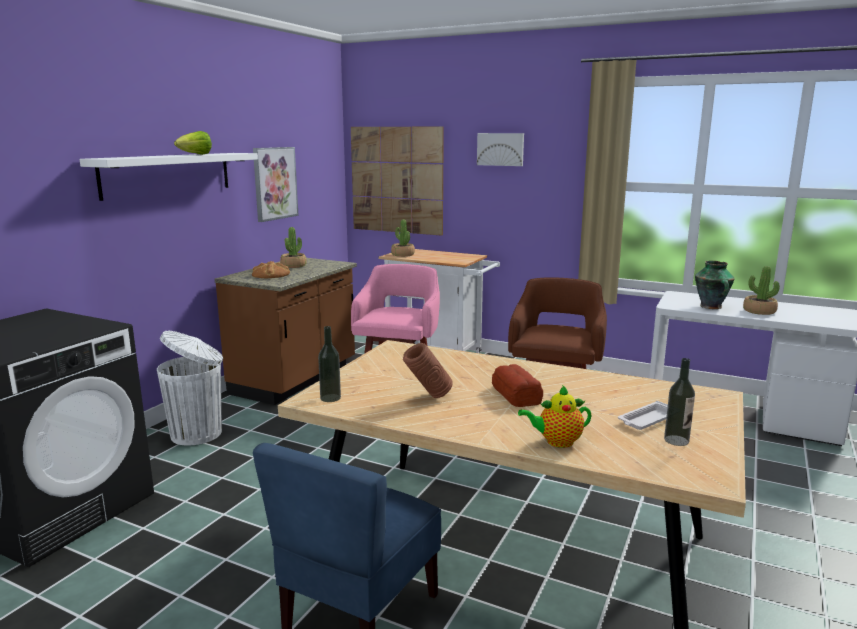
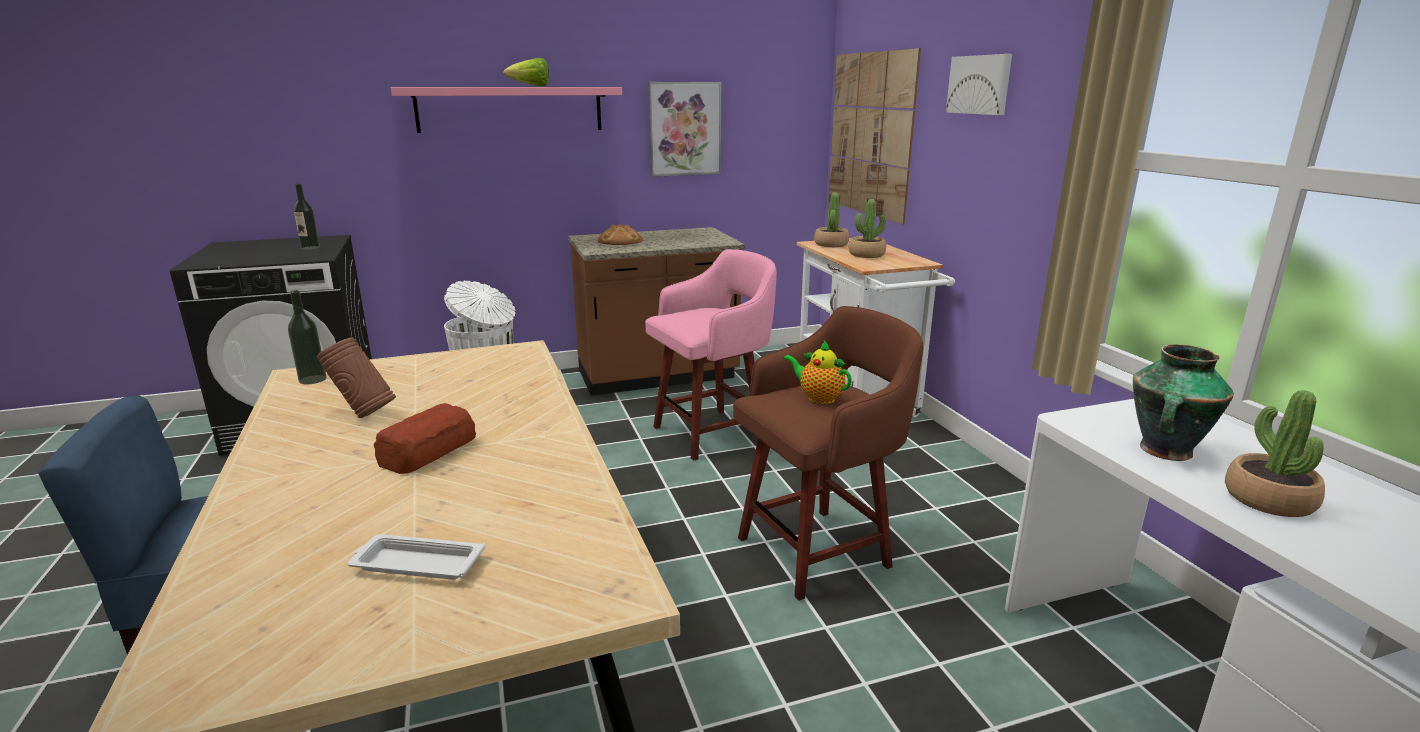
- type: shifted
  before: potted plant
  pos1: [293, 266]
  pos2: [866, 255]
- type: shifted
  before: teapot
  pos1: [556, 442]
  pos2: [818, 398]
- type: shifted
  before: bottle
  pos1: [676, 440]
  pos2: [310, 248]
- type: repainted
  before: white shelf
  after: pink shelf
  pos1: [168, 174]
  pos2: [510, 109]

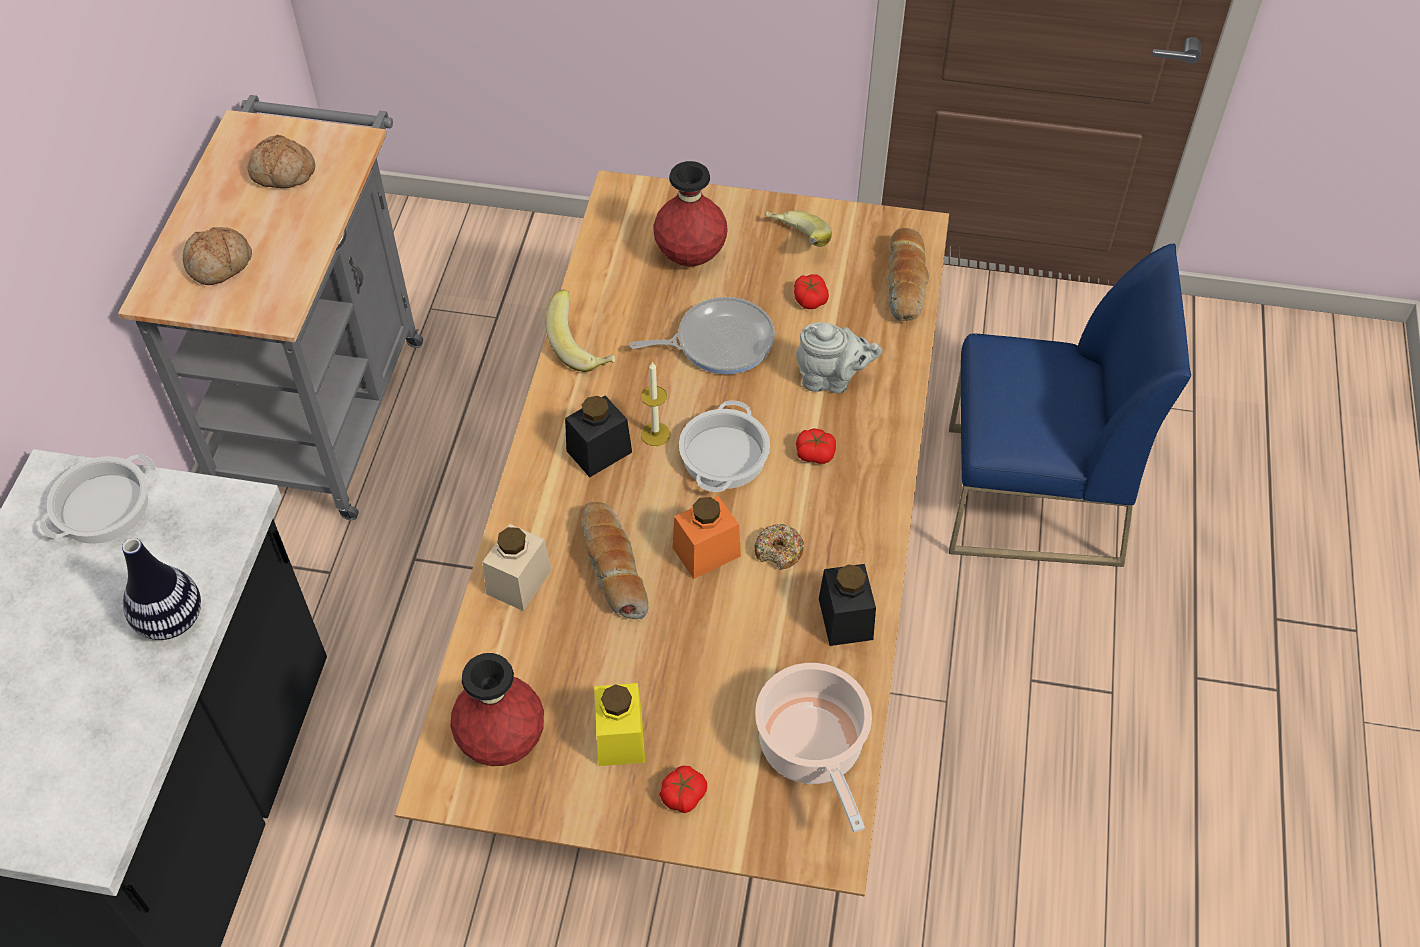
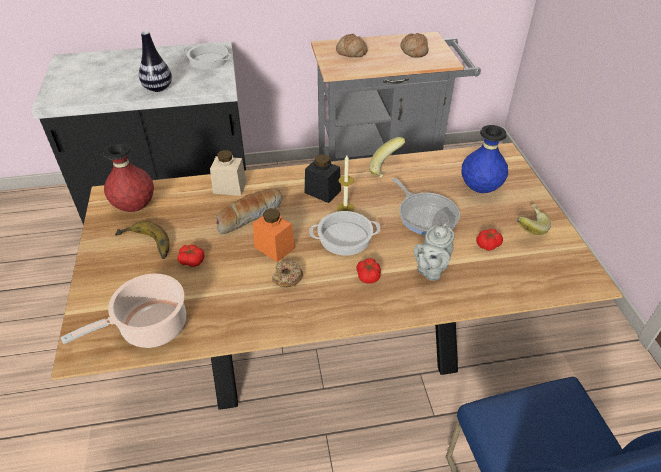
- type: gone
  before: black jar
  pos1: [845, 619]
- type: gone
  before: bread
  pos1: [906, 284]
- type: shifted
  before: tomato
  pos1: [683, 794]
  pos2: [192, 260]
- type: swapped
  before: yellow jar
  after: banana
  pos1: [620, 737]
  pos2: [144, 245]
- type: repainted
  before: red vase
  after: blue vase
  pos1: [690, 256]
  pos2: [480, 189]
- type: rotated
  before: grey teapot
  pos1: [831, 380]
  pos2: [430, 270]
  turn: 45

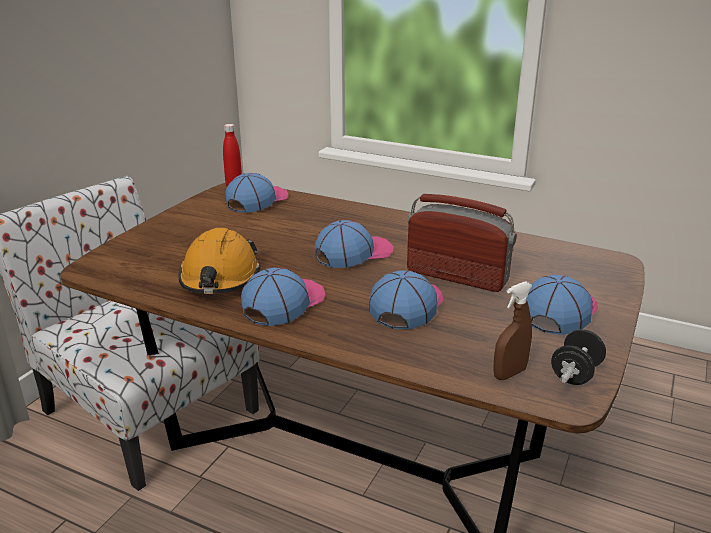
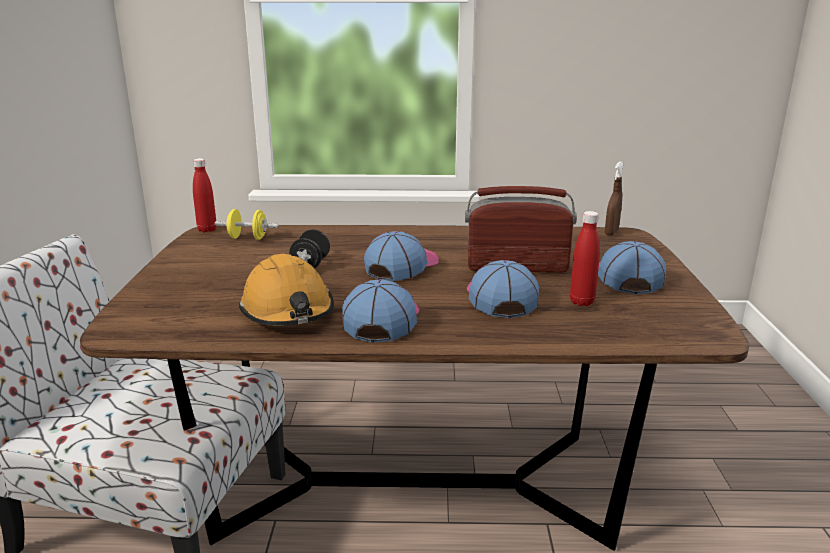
- type: new
  after: red bottle
  pos2: [582, 302]
- type: shifted
  before: brown spray bottle
  pos1: [509, 373]
  pos2: [611, 232]
- type: shifted
  before: black dumbbell
  pos1: [575, 374]
  pos2: [310, 264]
- type: swapped
  before: cap
  after: yellow dumbbell
  pos1: [257, 200]
  pos2: [248, 238]

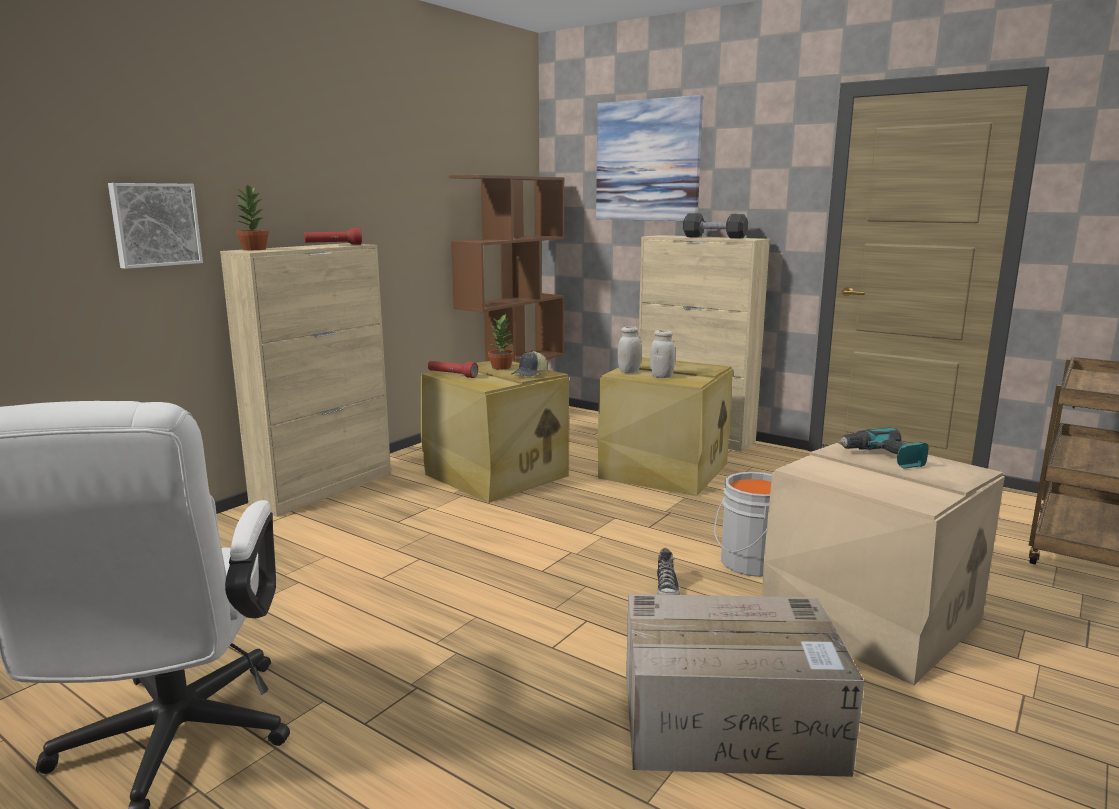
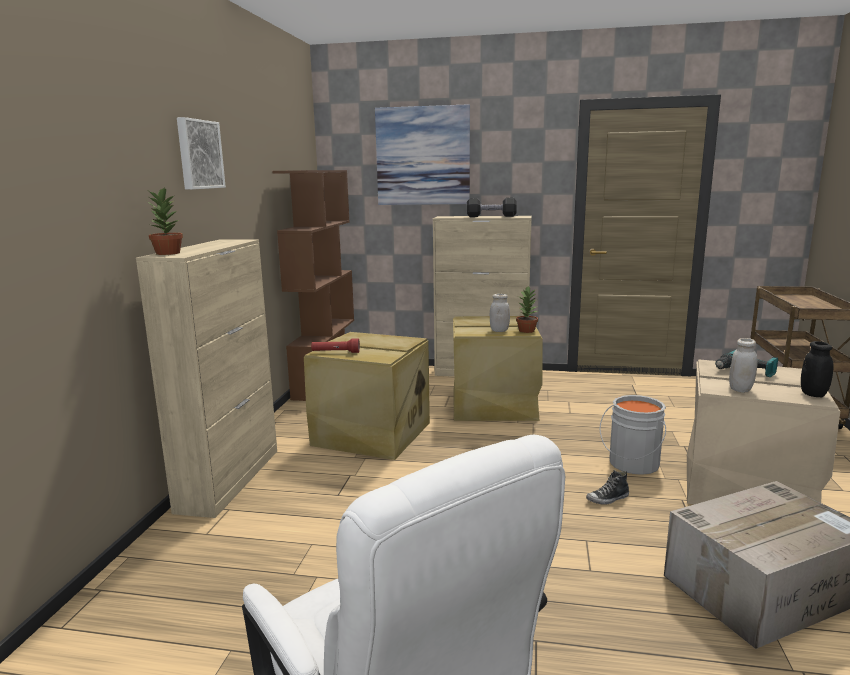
- type: gone
  before: red flashlight
  pos1: [333, 245]
- type: gone
  before: cap
  pos1: [530, 374]
- type: new
  after: black jar
  pos2: [813, 394]
- type: shifted
  before: picture
  pos1: [155, 224]
  pos2: [198, 154]
- type: shifted
  before: potted plant
  pos1: [501, 367]
  pos2: [527, 330]
- type: shifted
  before: white jar
  pos1: [629, 371]
  pos2: [740, 389]
- type: rotated
  before: shoe
  pos1: [667, 589]
  pos2: [608, 499]
  turn: 90

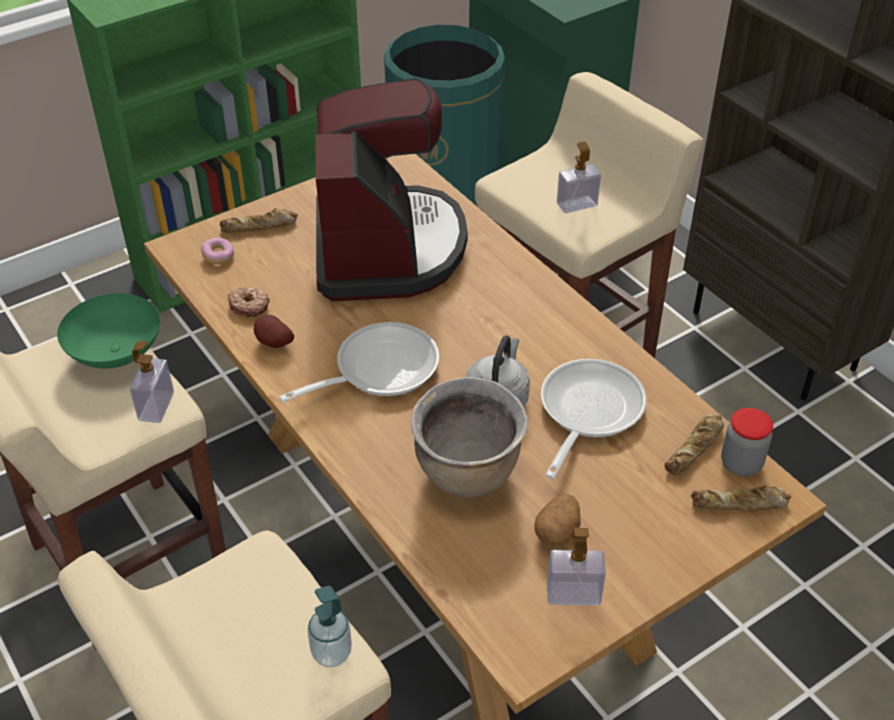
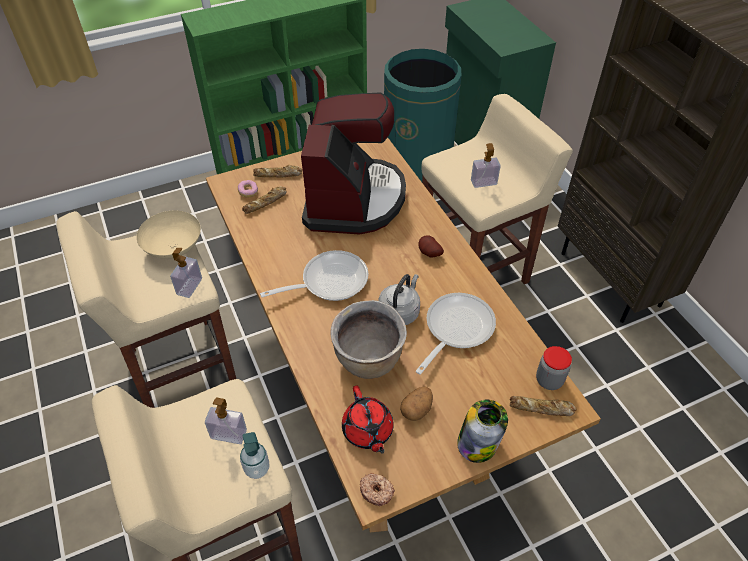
- type: new
  after: red teapot
  pos2: [367, 431]
- type: new
  after: jar
  pos2: [478, 443]
- type: shifted
  before: donut
  pos1: [249, 306]
  pos2: [376, 491]
- type: shifted
  before: potato
  pos1: [273, 343]
  pos2: [429, 254]
- type: shifted
  before: soap dispenser
  pos1: [573, 594]
  pos2: [229, 434]
- type: shifted
  before: bread
  pos1: [695, 449]
  pos2: [266, 203]
- type: repainted
  before: green bowl
  after: beige bowl
  pos1: [116, 355]
  pos2: [173, 249]

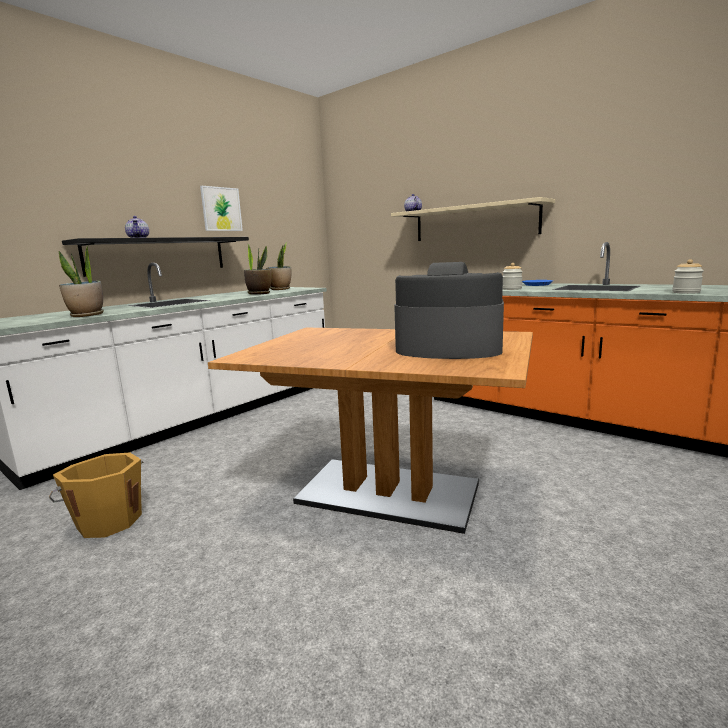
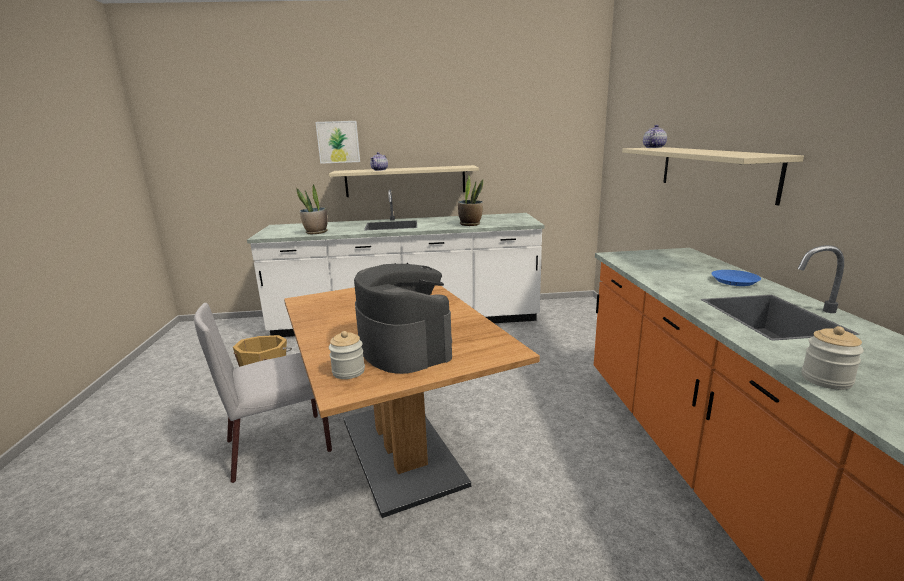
- type: gone
  before: potted plant
  pos1: [280, 289]
- type: new
  after: grey chair
  pos2: [281, 445]
- type: shifted
  before: picture
  pos1: [221, 209]
  pos2: [338, 142]
- type: shifted
  before: jar
  pos1: [511, 289]
  pos2: [348, 371]
- type: repainted
  before: black shelf
  after: beige shelf
  pos1: [158, 255]
  pos2: [405, 181]

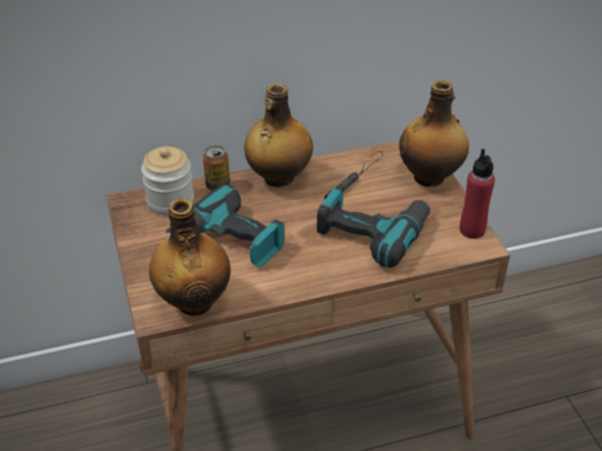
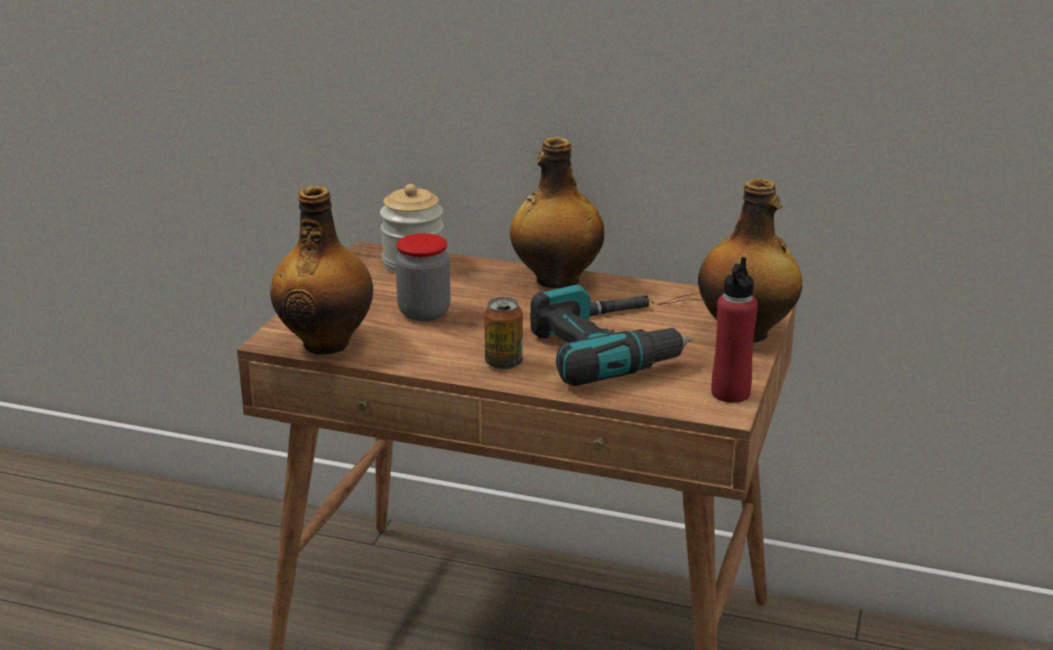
- type: shifted
  before: can
  pos1: [218, 186]
  pos2: [503, 363]
- type: swapped
  before: power drill
  after: jar
  pos1: [227, 243]
  pos2: [424, 312]

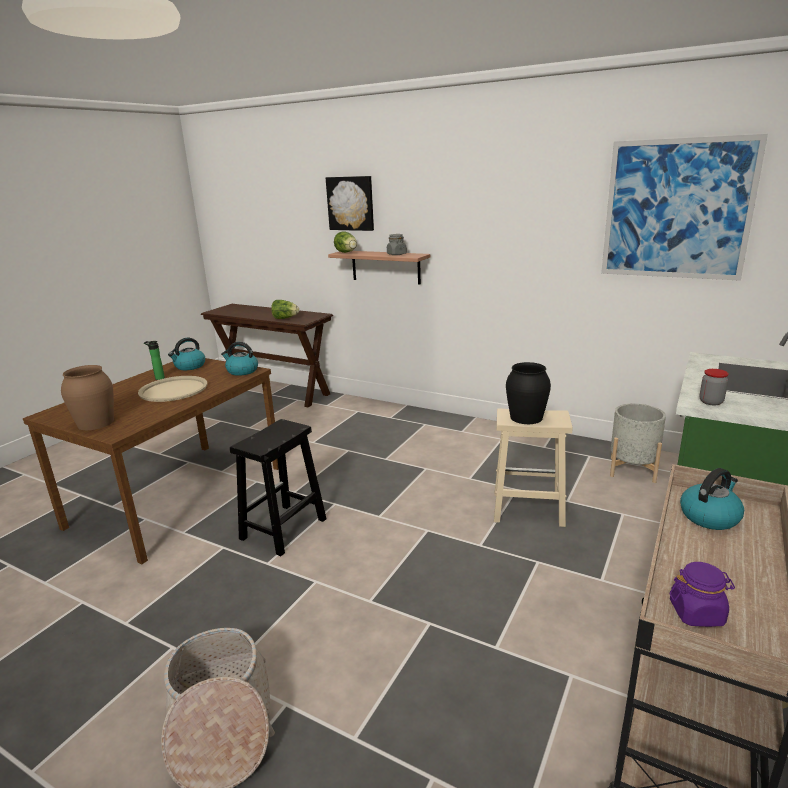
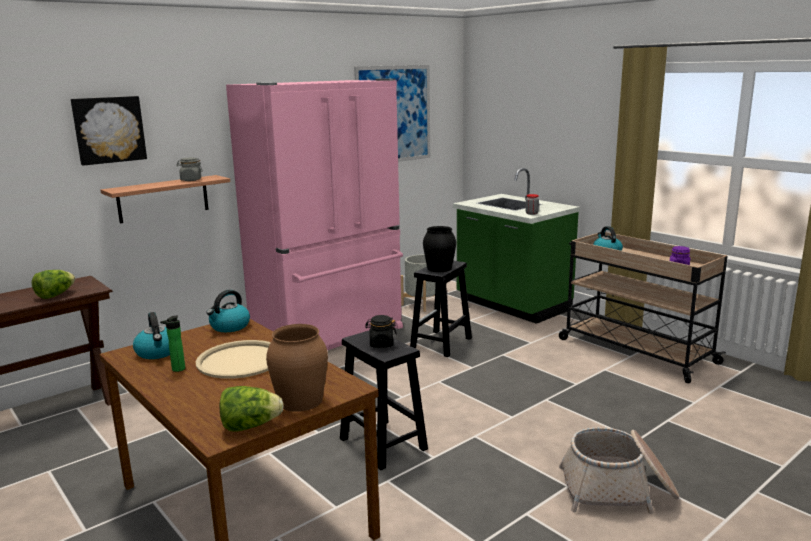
- type: new
  after: pink fridge
  pos2: [330, 334]
- type: new
  after: black jar
  pos2: [381, 344]
- type: shifted
  before: lettuce
  pos1: [347, 252]
  pos2: [250, 426]
- type: repainted
  before: beige stool
  after: black stool
  pos1: [526, 509]
  pos2: [441, 344]

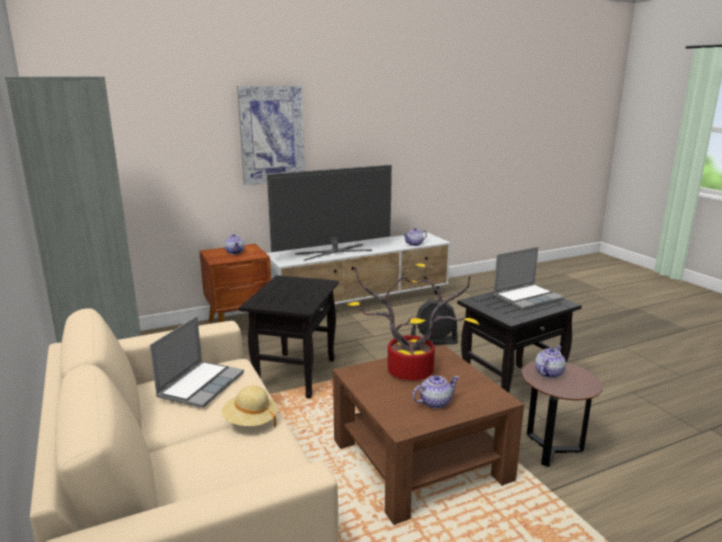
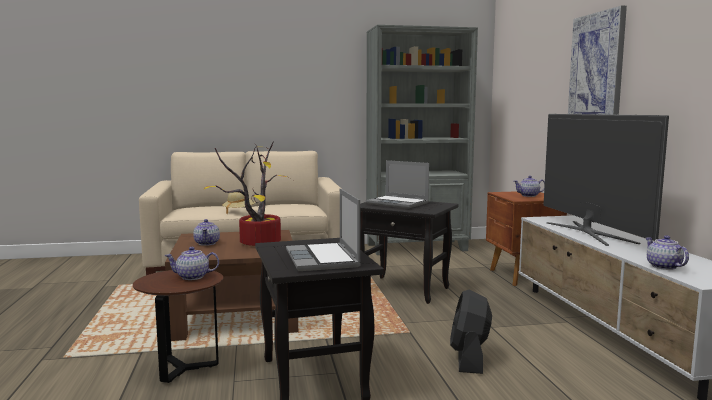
- type: shifted
  before: laptop
  pos1: [201, 385]
  pos2: [398, 203]
- type: rotated
  before: teapot
  pos1: [548, 373]
  pos2: [193, 277]
  turn: 120

